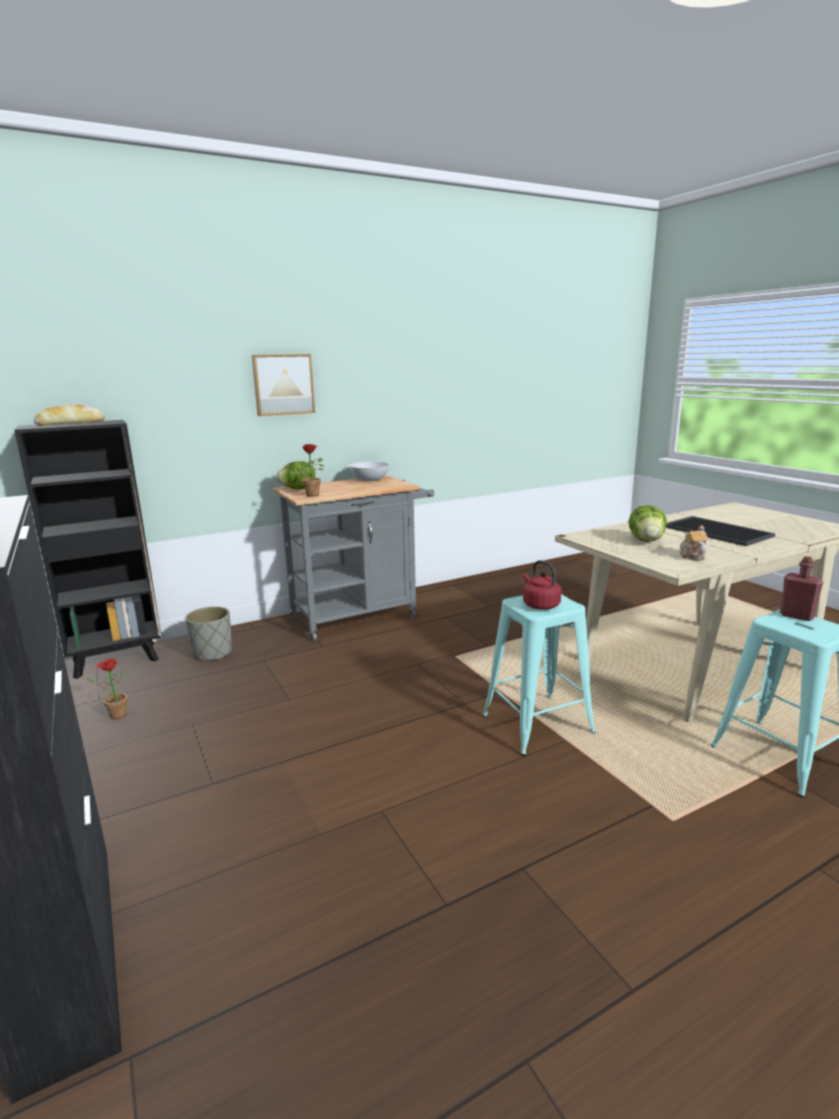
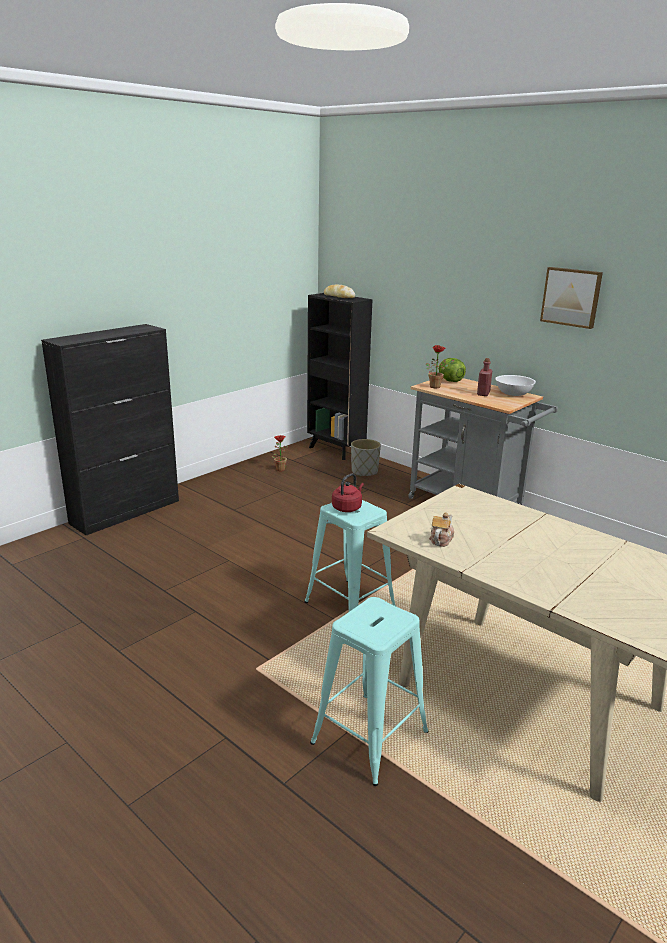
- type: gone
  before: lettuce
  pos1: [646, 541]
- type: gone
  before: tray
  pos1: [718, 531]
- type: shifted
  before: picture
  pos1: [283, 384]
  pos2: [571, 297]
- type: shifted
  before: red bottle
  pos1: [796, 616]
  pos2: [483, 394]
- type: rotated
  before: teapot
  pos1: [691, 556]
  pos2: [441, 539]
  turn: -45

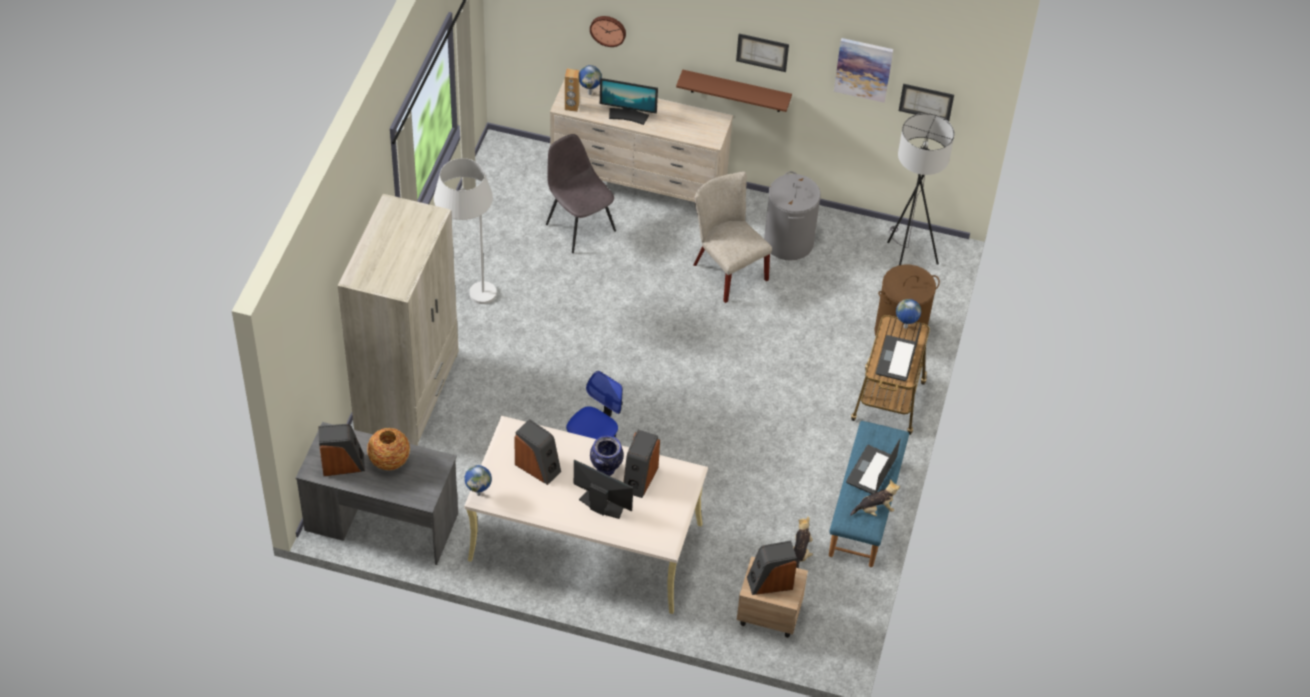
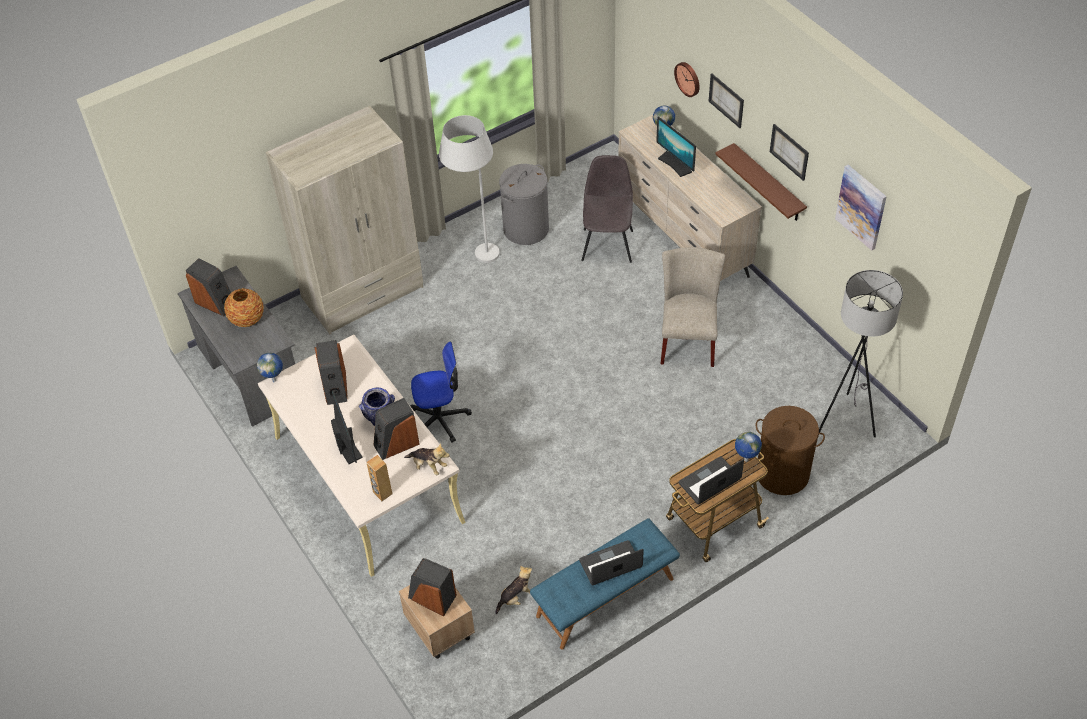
- type: shifted
  before: brown speaker
  pos1: [571, 107]
  pos2: [382, 493]
- type: shifted
  before: grey laundry basket
  pos1: [788, 242]
  pos2: [526, 229]
- type: shifted
  before: plush toy
  pos1: [875, 509]
  pos2: [428, 466]
- type: shifted
  before: picture
  pos1: [926, 102]
  pos2: [726, 100]

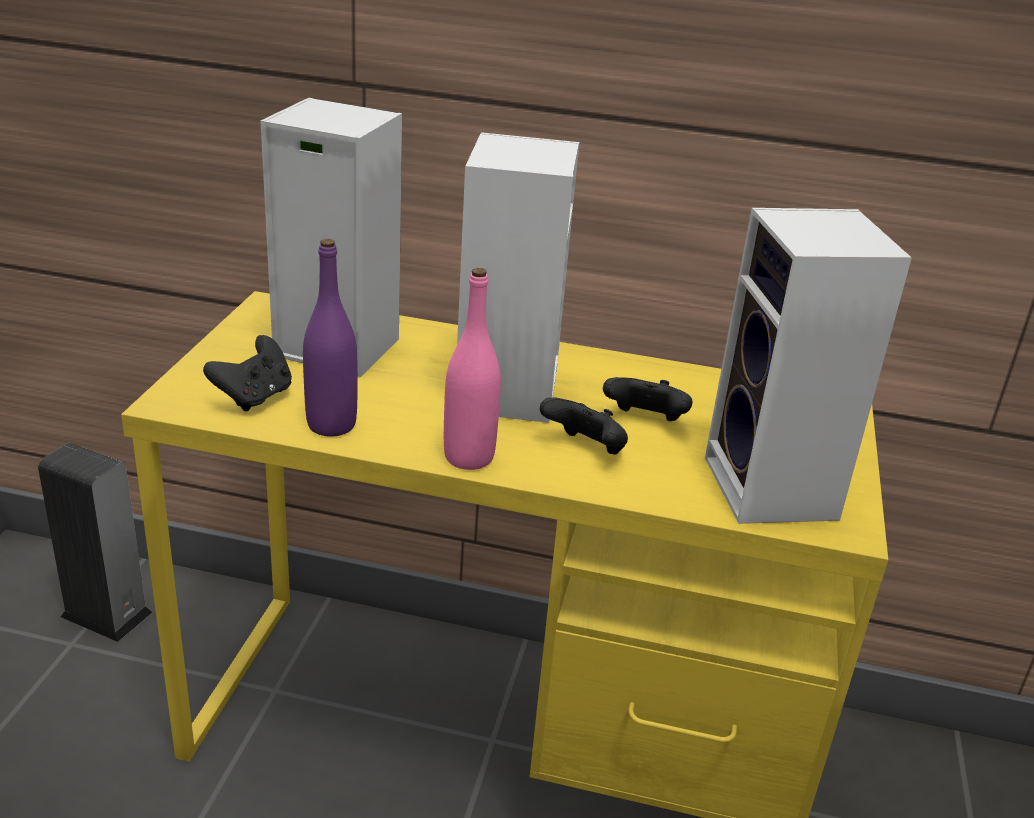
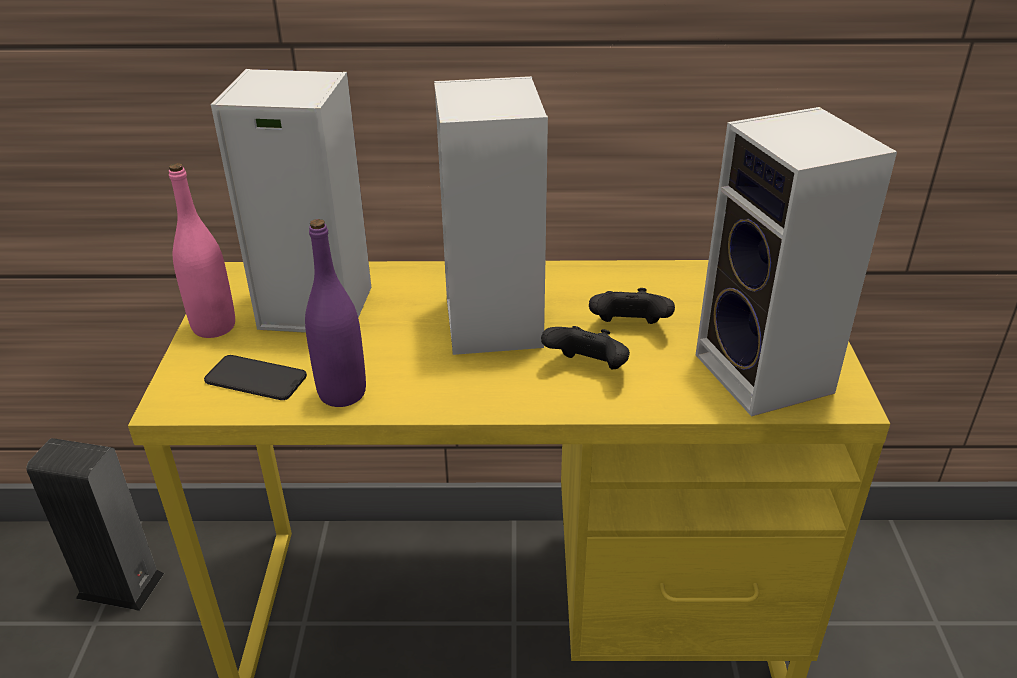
- type: shifted
  before: pink bottle
  pos1: [469, 457]
  pos2: [214, 327]
- type: swapped
  before: black game controller
  after: phone
  pos1: [254, 397]
  pos2: [256, 378]

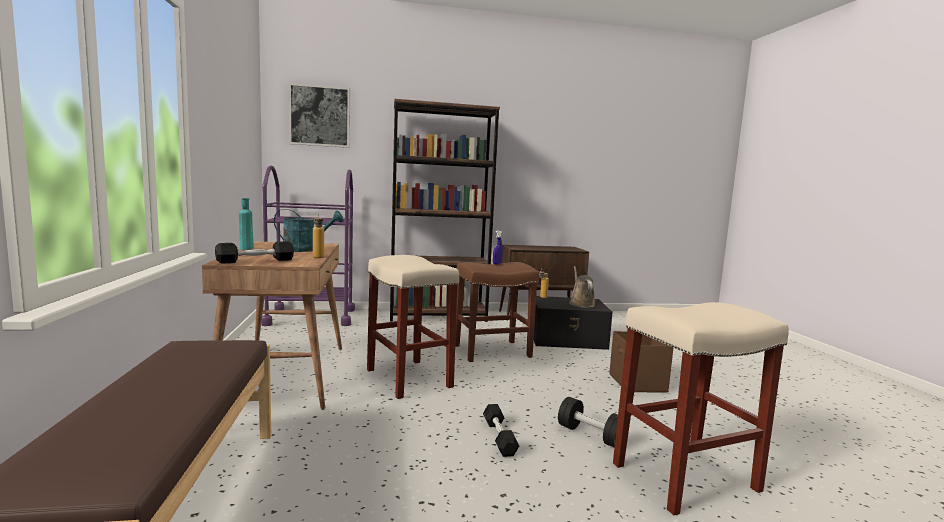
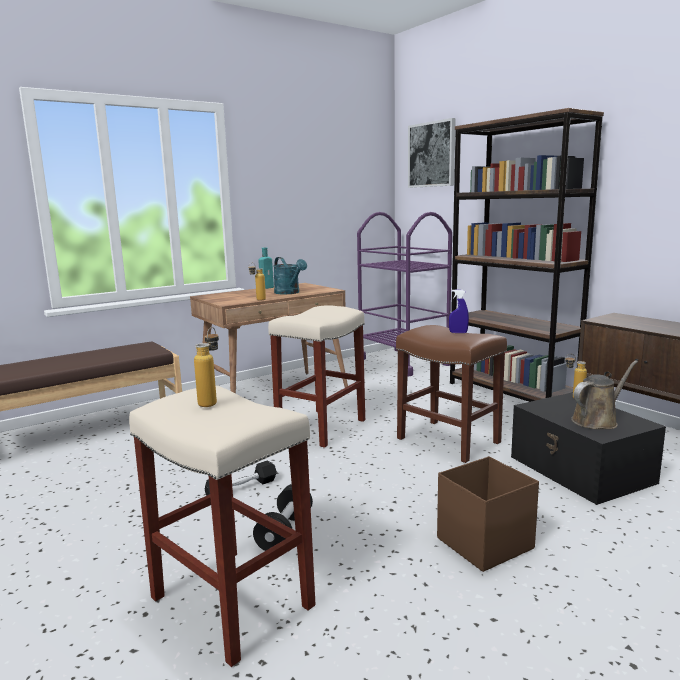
- type: gone
  before: black dumbbell
  pos1: [256, 261]
- type: new
  after: bottle
  pos2: [211, 401]

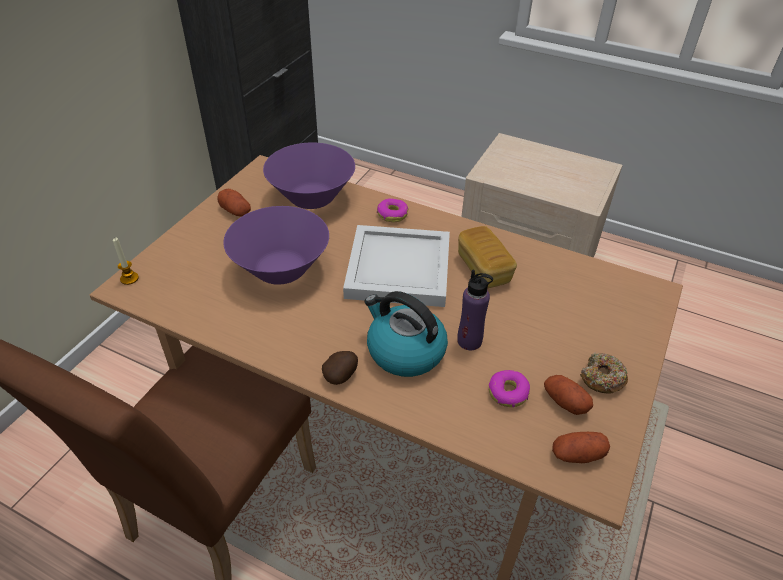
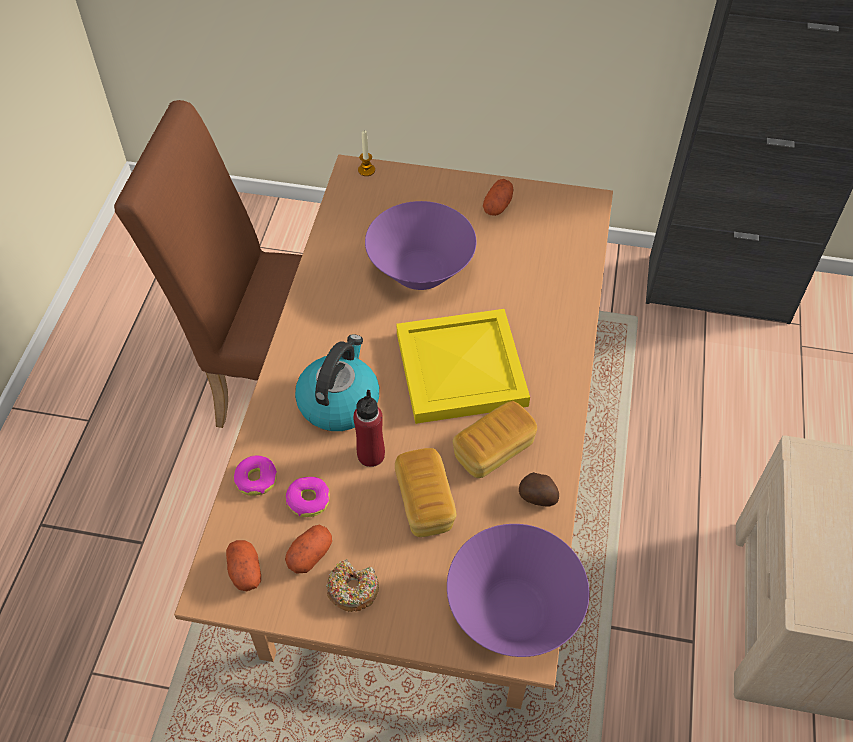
- type: new
  after: bread
  pos2: [424, 503]
- type: shifted
  before: purple bowl
  pos1: [312, 198]
  pos2: [513, 611]
- type: shifted
  before: potato
  pos1: [341, 375]
  pos2: [538, 497]
- type: shifted
  before: donut
  pos1: [392, 214]
  pos2: [256, 479]
- type: repainted
  before: white tray
  after: yellow tray
  pos1: [397, 270]
  pos2: [458, 368]
- type: repainted
  before: purple bottle
  after: red bottle
  pos1: [469, 341]
  pos2: [371, 455]

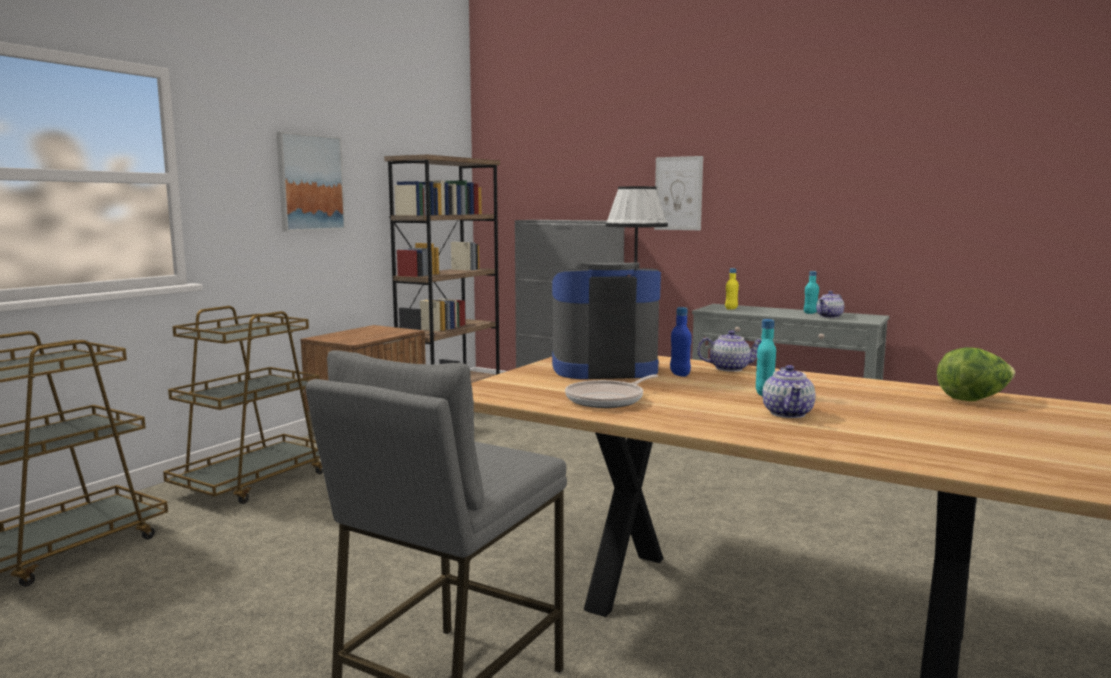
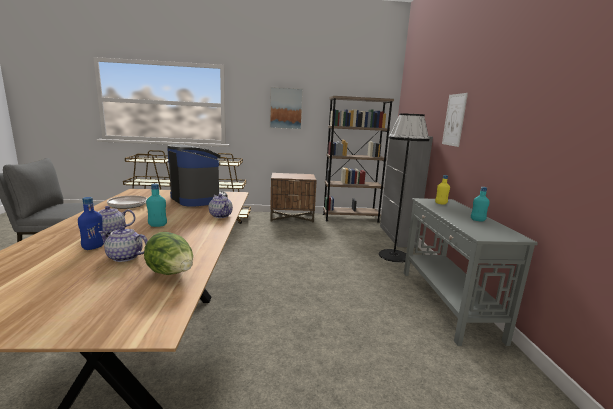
- type: shifted
  before: blue bottle
  pos1: [679, 374]
  pos2: [93, 247]
- type: shifted
  before: teapot
  pos1: [829, 316]
  pos2: [124, 257]

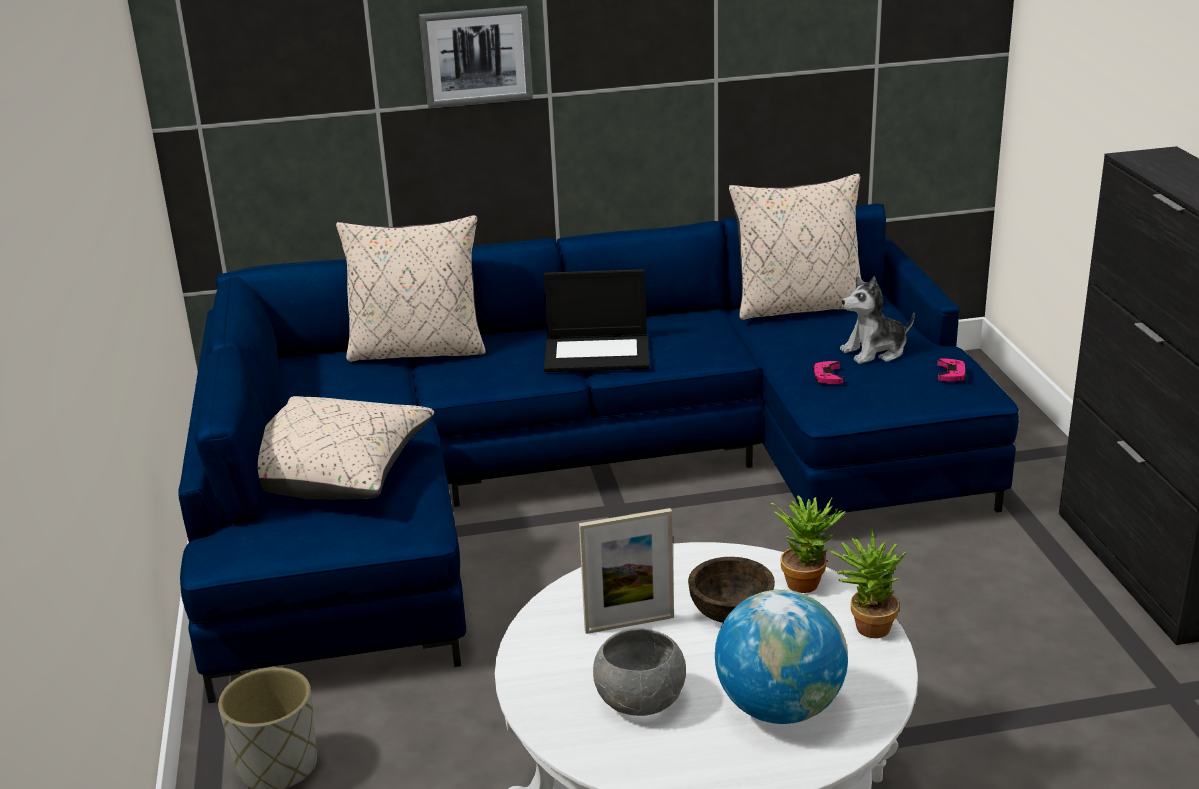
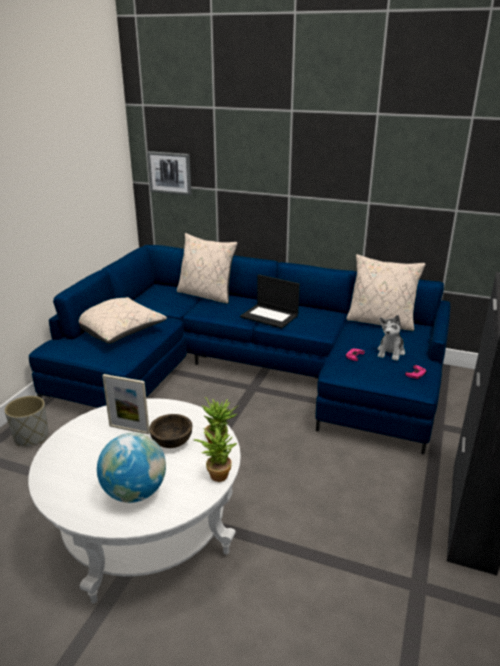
- type: gone
  before: grey bowl
  pos1: [641, 700]
- type: shifted
  before: picture
  pos1: [476, 56]
  pos2: [170, 173]
- type: rotated
  before: plush toy
  pos1: [875, 351]
  pos2: [390, 352]
  turn: -75

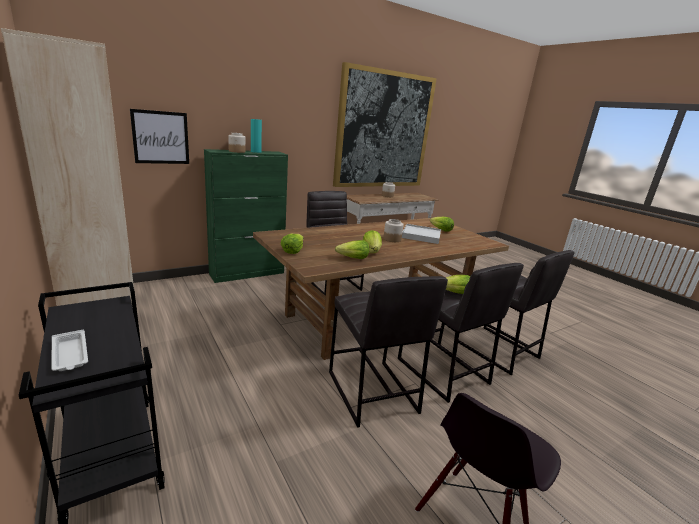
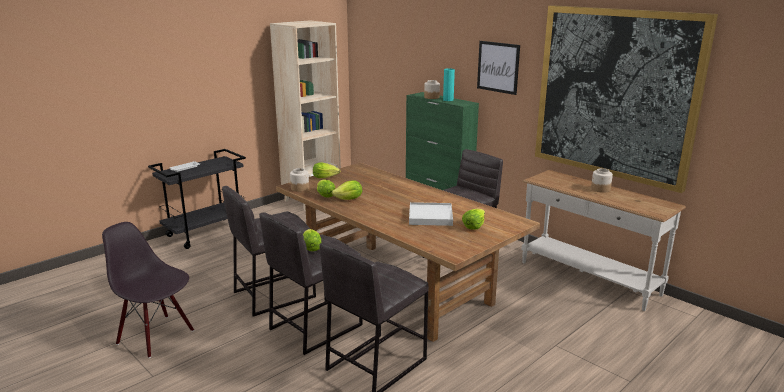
- type: shifted
  before: picture
  pos1: [161, 137]
  pos2: [498, 67]
- type: shifted
  before: jar
  pos1: [391, 239]
  pos2: [300, 188]

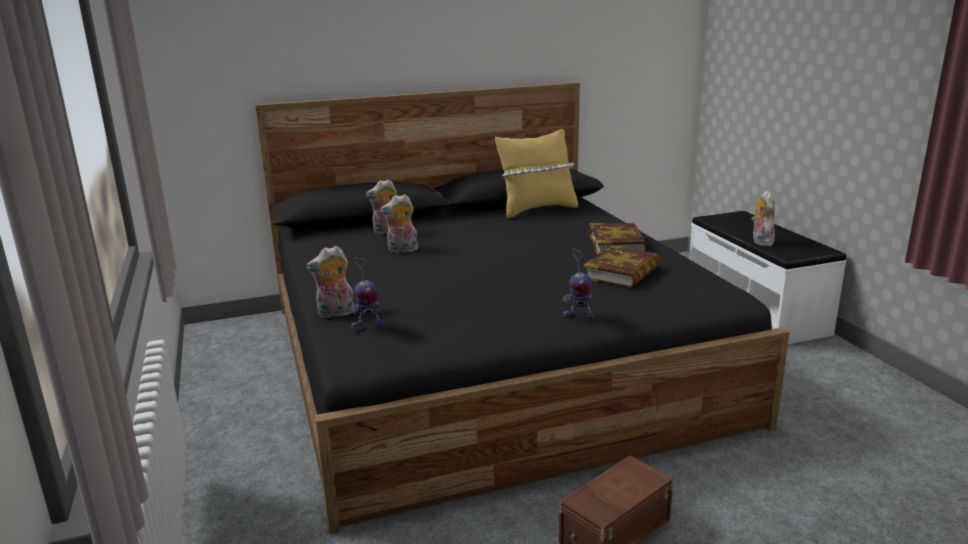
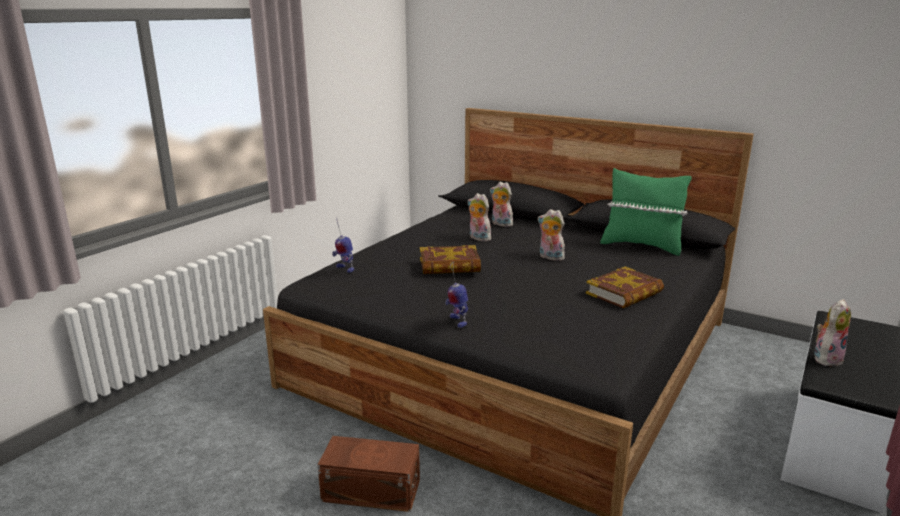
- type: shifted
  before: plush toy
  pos1: [335, 314]
  pos2: [550, 257]
- type: shifted
  before: book
  pos1: [622, 273]
  pos2: [449, 265]
- type: repainted
  before: yellow pillow
  after: green pillow
  pos1: [537, 209]
  pos2: [641, 246]

